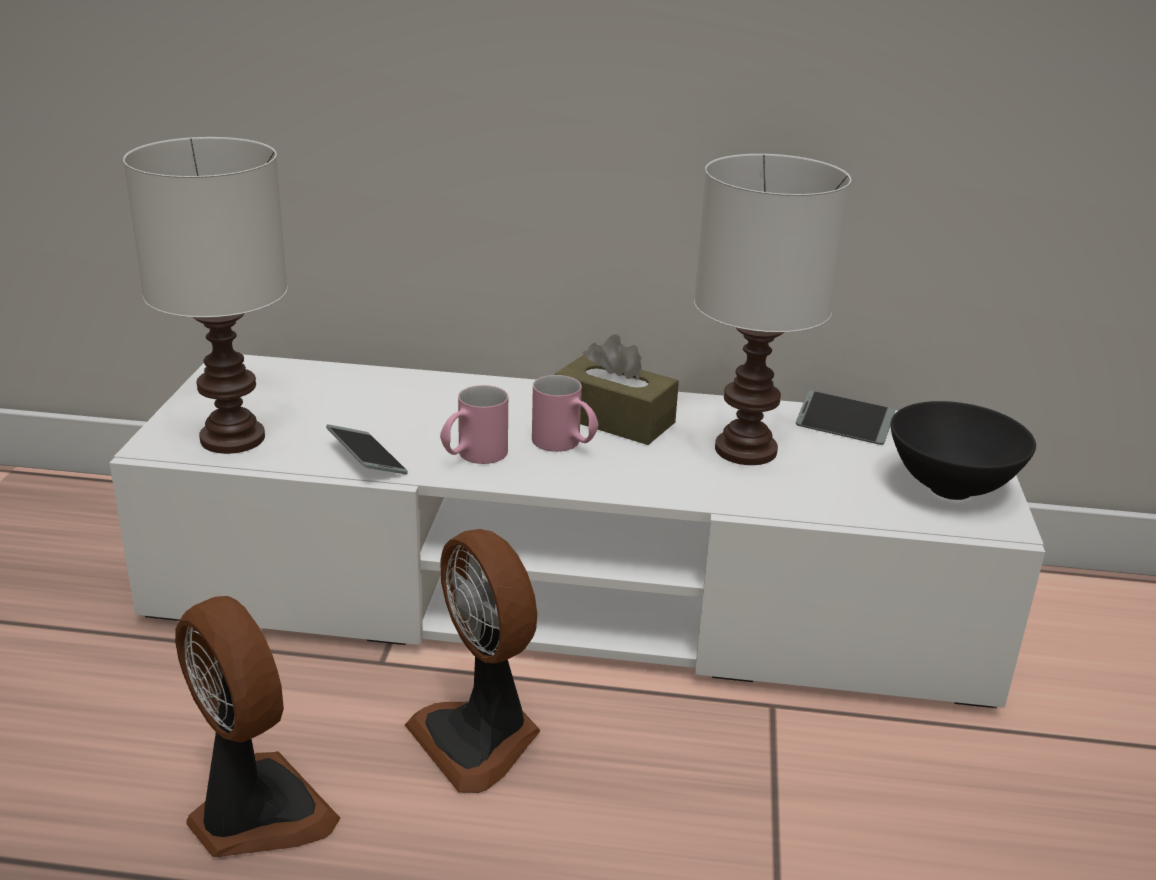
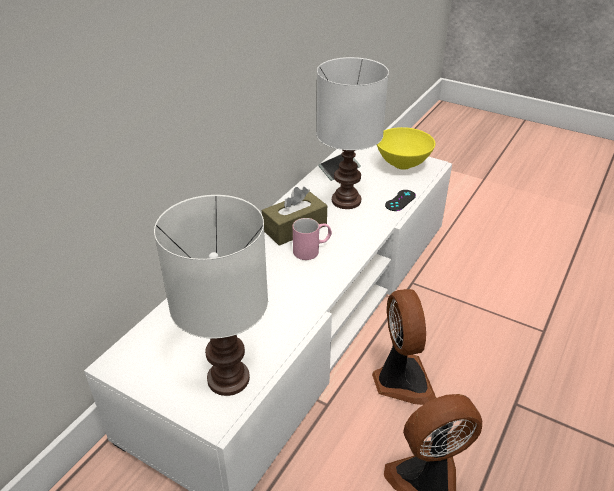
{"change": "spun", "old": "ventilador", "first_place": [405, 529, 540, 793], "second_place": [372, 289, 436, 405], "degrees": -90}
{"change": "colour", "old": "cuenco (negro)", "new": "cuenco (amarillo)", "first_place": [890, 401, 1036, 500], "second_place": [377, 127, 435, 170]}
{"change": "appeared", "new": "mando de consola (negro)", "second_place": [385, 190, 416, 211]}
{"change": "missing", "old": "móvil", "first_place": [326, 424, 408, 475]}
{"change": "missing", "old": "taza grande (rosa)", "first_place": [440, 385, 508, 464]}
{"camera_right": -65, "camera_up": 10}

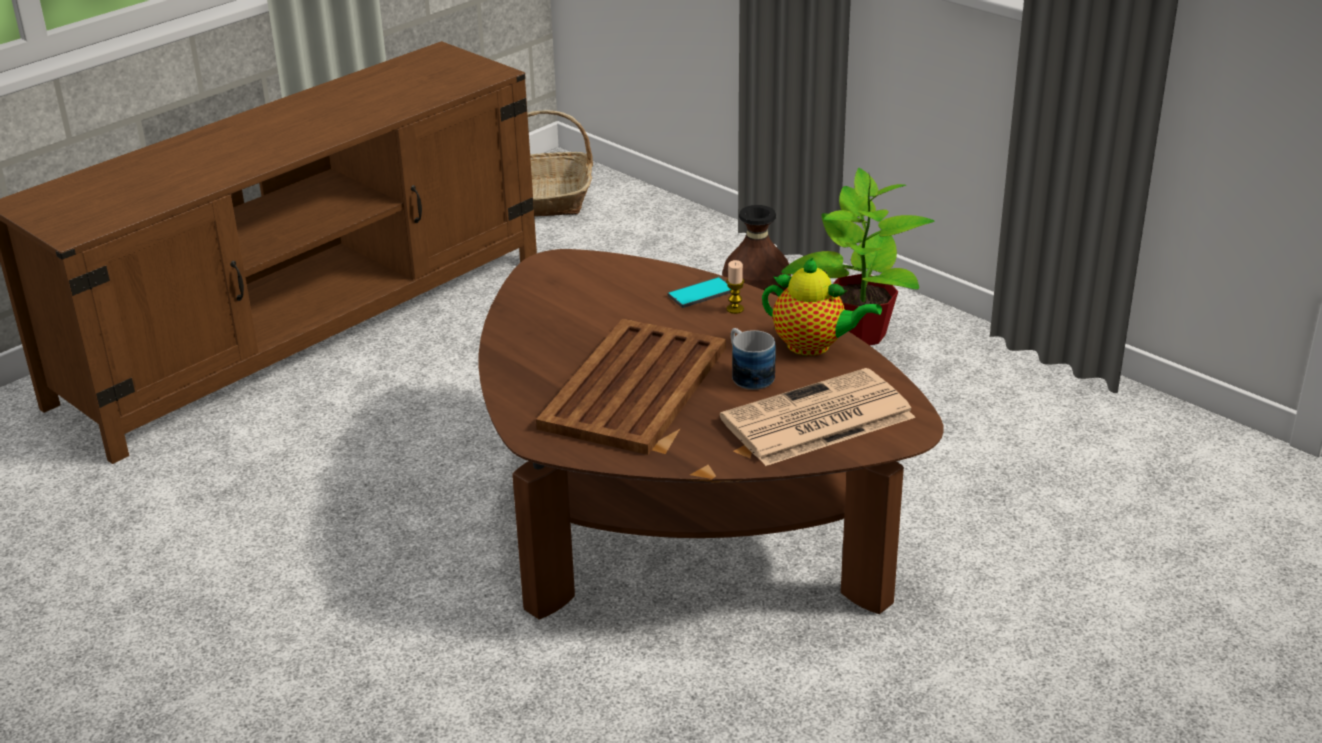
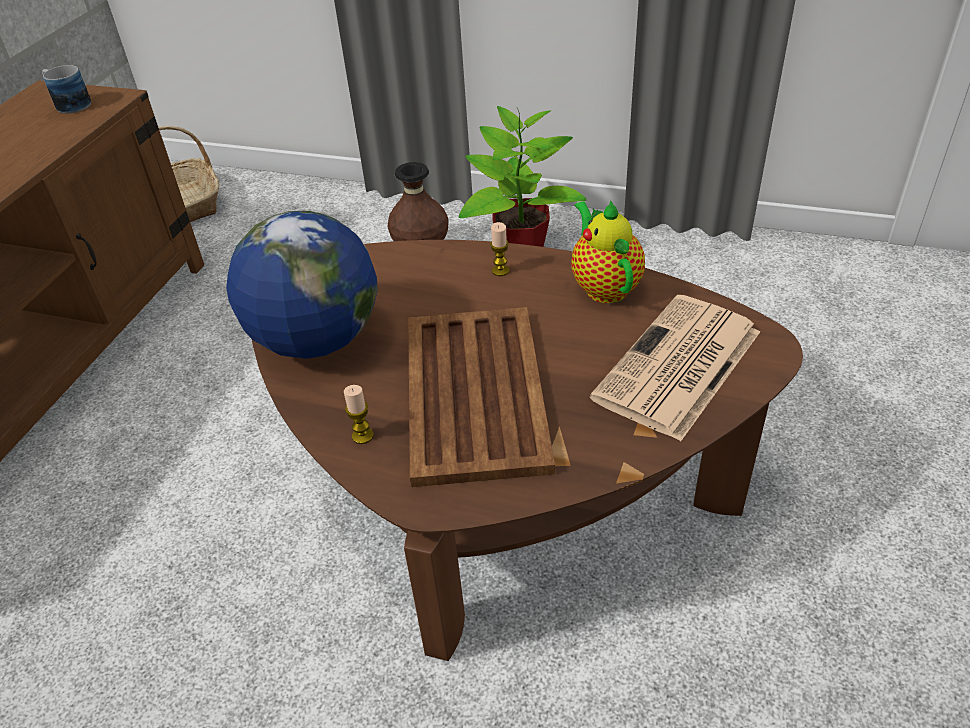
{"change": "relocated", "old": "taza grande", "first_place": [731, 328, 775, 390], "second_place": [42, 65, 91, 114]}
{"change": "appeared", "new": "globo terráqueo", "second_place": [226, 211, 377, 359]}
{"change": "appeared", "new": "vela", "second_place": [344, 385, 374, 444]}
{"change": "spun", "old": "tetera", "first_place": [762, 257, 882, 356], "second_place": [571, 200, 645, 303], "degrees": -105}
{"change": "missing", "old": "móvil", "first_place": [668, 277, 731, 308]}
{"camera_right": -25, "camera_up": 10}

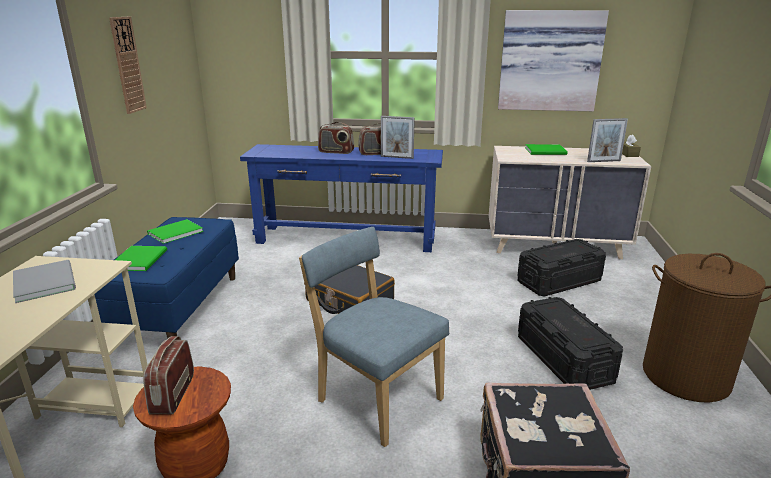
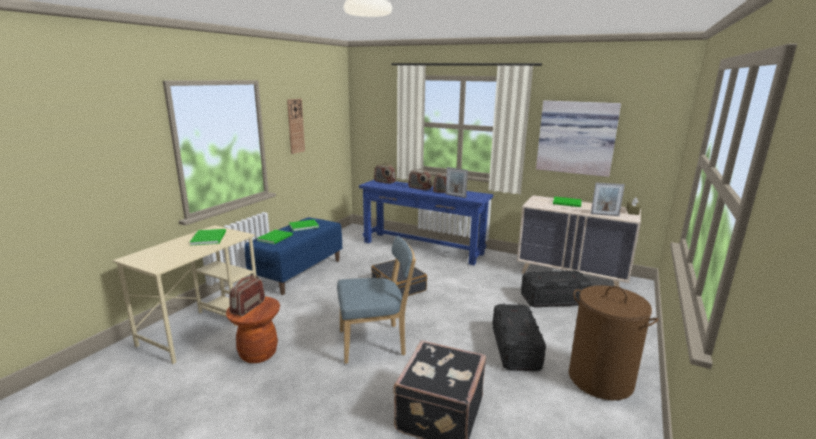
{"change": "colour", "old": "libro (gris)", "new": "libro (verde)", "first_place": [13, 260, 76, 303], "second_place": [190, 229, 226, 245]}
{"change": "spun", "old": "silla (azul)", "first_place": [299, 227, 449, 447], "second_place": [337, 236, 416, 364], "degrees": 105}
{"change": "appeared", "new": "radio", "second_place": [374, 163, 396, 184]}
{"camera_right": 20, "camera_up": -5}

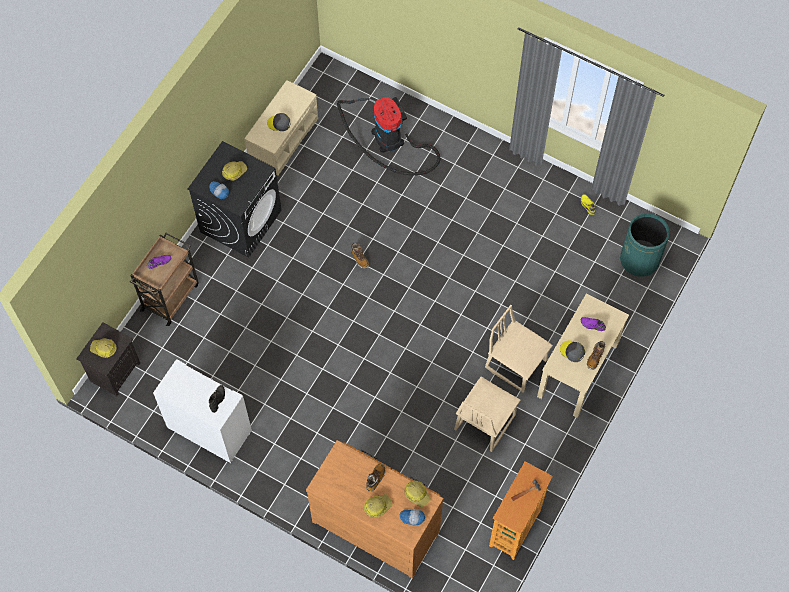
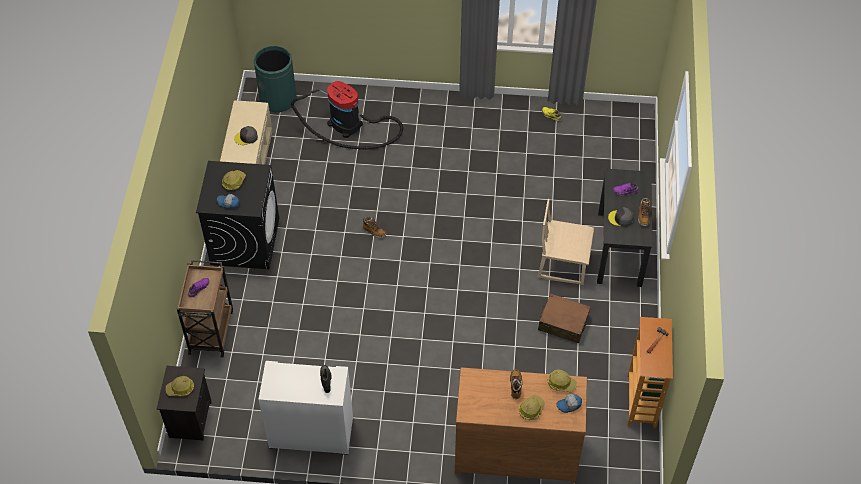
{"change": "relocated", "old": "papelera (verde)", "first_place": [620, 213, 670, 277], "second_place": [254, 46, 297, 112]}
{"change": "exchanged", "old": "silla (beis)", "new": "maleta (marrón)", "first_place": [454, 377, 520, 452], "second_place": [538, 293, 591, 343]}
{"change": "colour", "old": "escritorio (beis)", "new": "escritorio (negro)", "first_place": [537, 294, 629, 418], "second_place": [597, 169, 652, 287]}
{"camera_right": -25, "camera_up": -10}

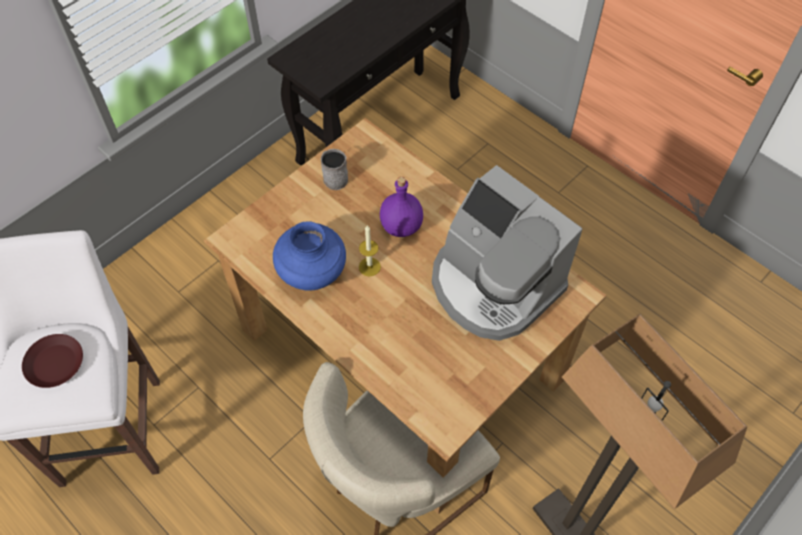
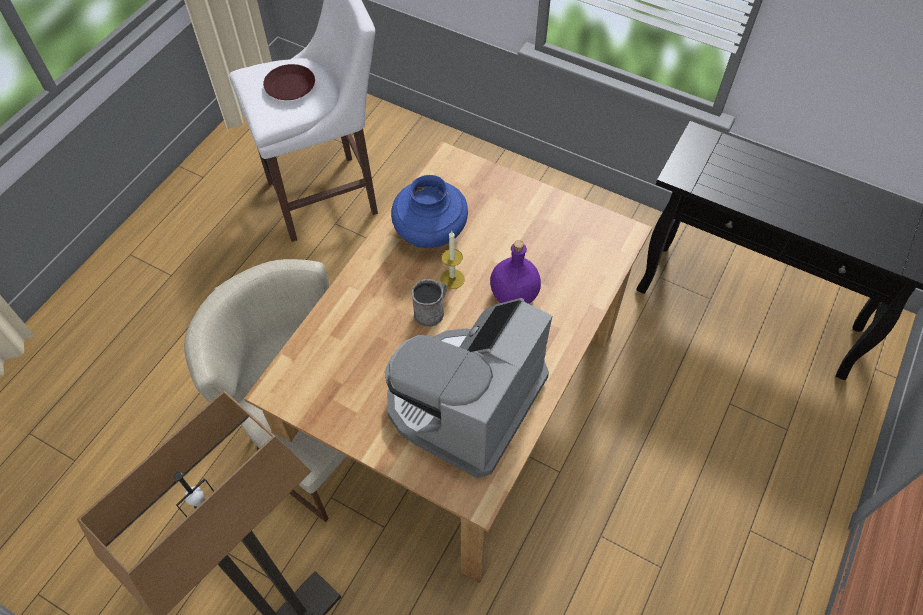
{"change": "relocated", "old": "taza grande (gris)", "first_place": [321, 149, 348, 190], "second_place": [412, 279, 447, 327]}
{"camera_right": 75, "camera_up": 0}

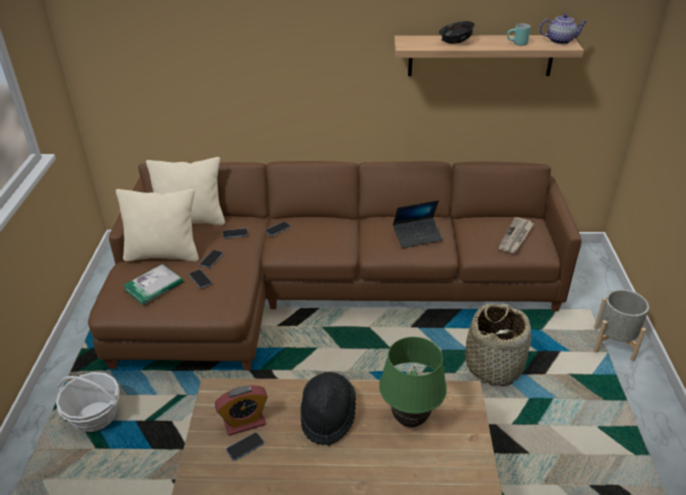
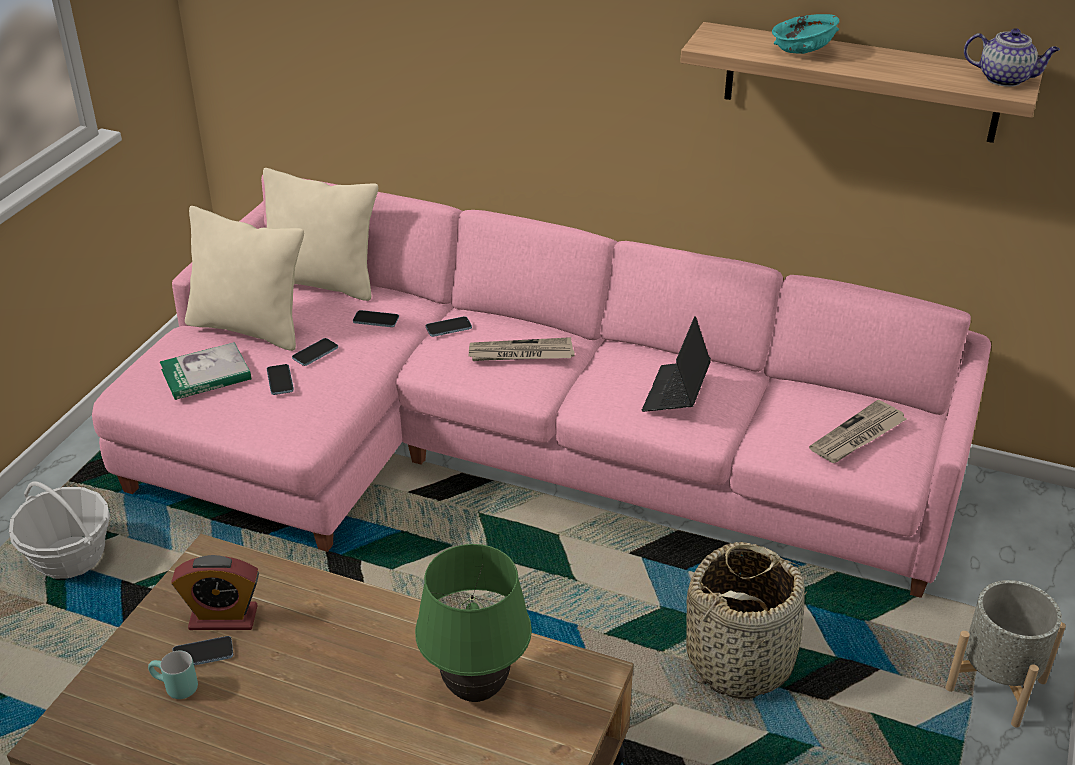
{"change": "colour", "old": "sofá (marrón)", "new": "sofá (rosa)", "first_place": [88, 161, 582, 370], "second_place": [92, 175, 991, 598]}
{"change": "relocated", "old": "taza grande (turquesa)", "first_place": [507, 24, 531, 46], "second_place": [148, 651, 198, 699]}
{"change": "appeared", "new": "periódico", "second_place": [468, 337, 575, 361]}
{"change": "spun", "old": "portátil", "first_place": [393, 200, 443, 248], "second_place": [642, 316, 711, 412], "degrees": 105}
{"change": "colour", "old": "cuenco (negro)", "new": "cuenco (turquesa)", "first_place": [439, 21, 475, 44], "second_place": [772, 14, 839, 54]}
{"change": "missing", "old": "sombrero (negro)", "first_place": [301, 372, 356, 446]}
{"camera_right": 20, "camera_up": 0}

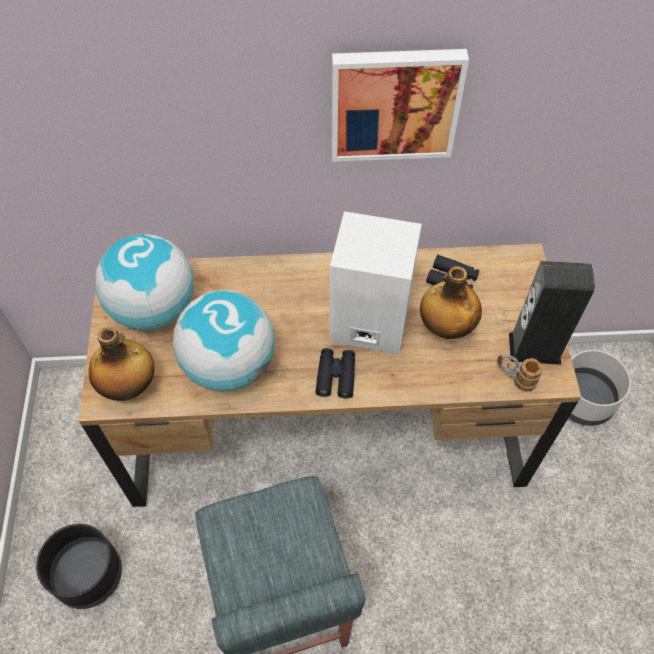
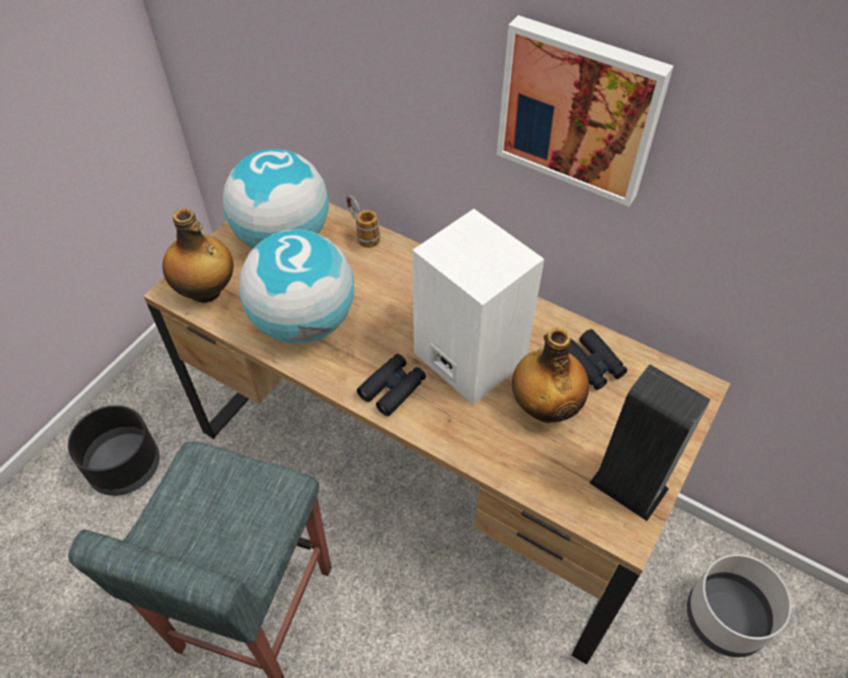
{"change": "relocated", "old": "taza grande", "first_place": [497, 355, 542, 392], "second_place": [346, 195, 380, 248]}
{"camera_right": 35, "camera_up": -5}

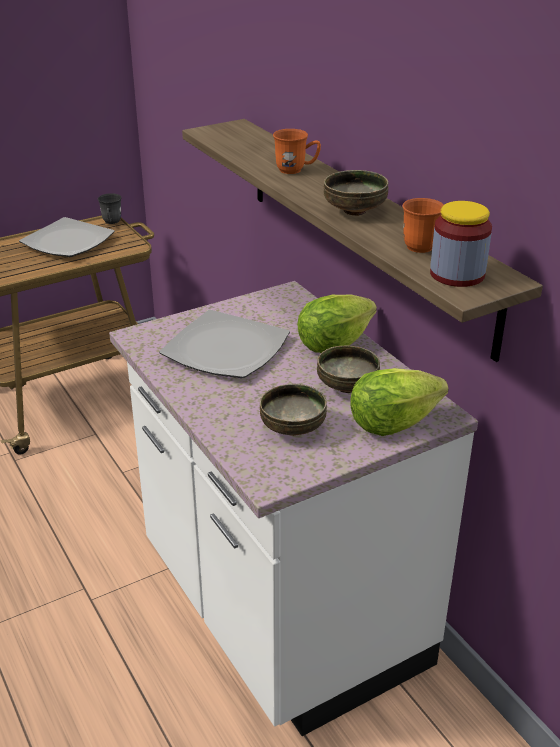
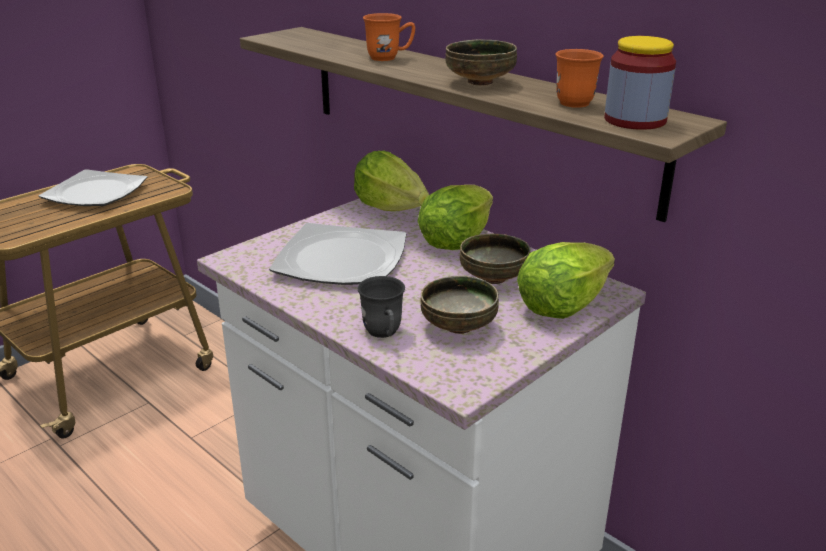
{"change": "appeared", "new": "lechuga", "second_place": [354, 151, 429, 211]}
{"change": "relocated", "old": "taza grande (gris)", "first_place": [98, 193, 122, 224], "second_place": [357, 276, 405, 338]}
{"camera_right": -15, "camera_up": -5}

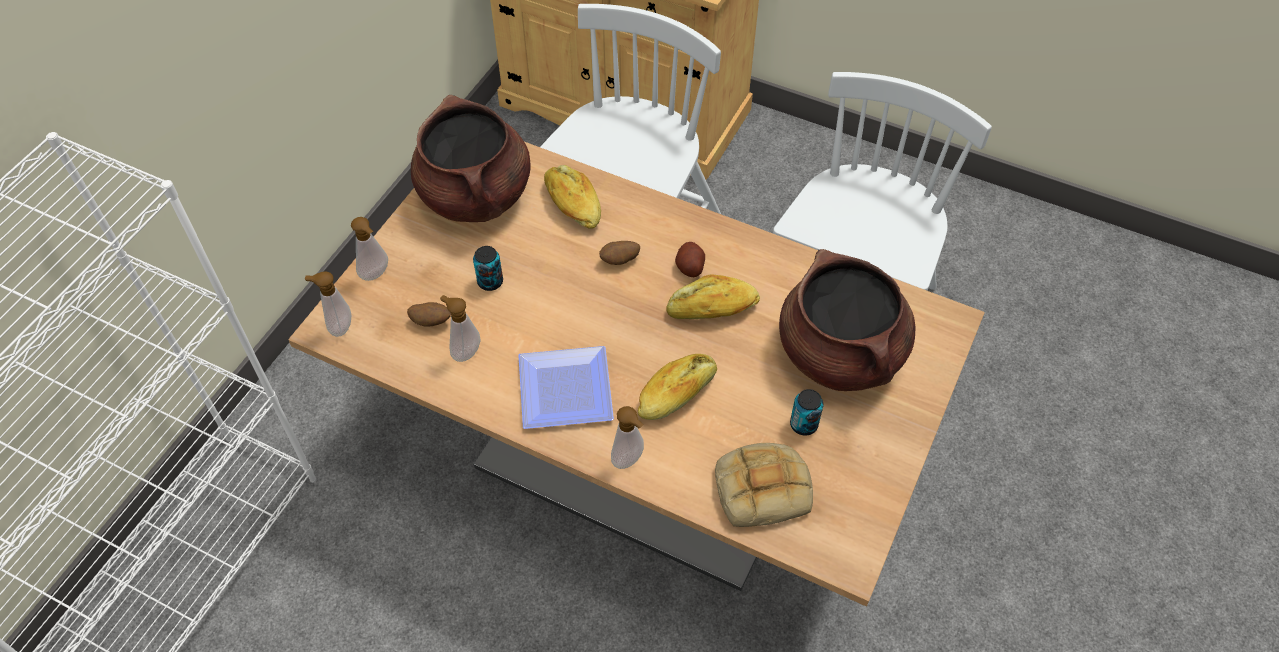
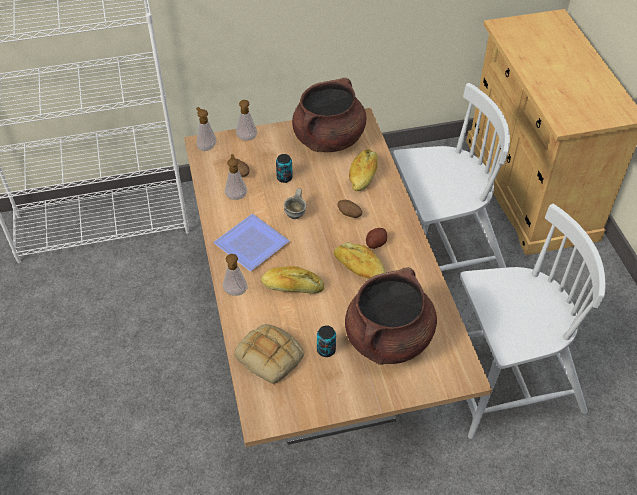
{"change": "appeared", "new": "taza grande (gris)", "second_place": [284, 188, 307, 219]}
{"camera_right": 50, "camera_up": -5}

